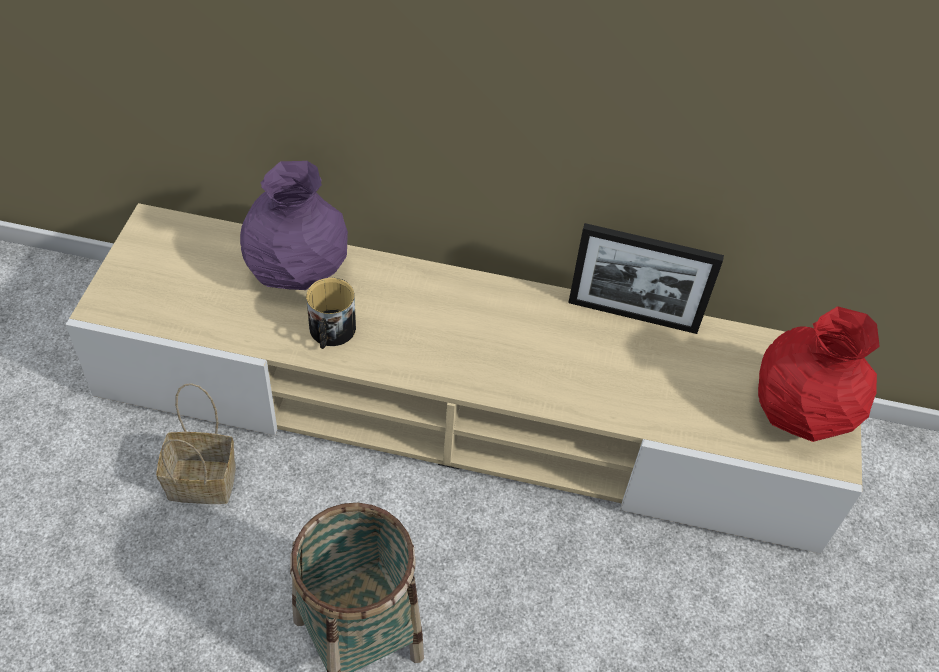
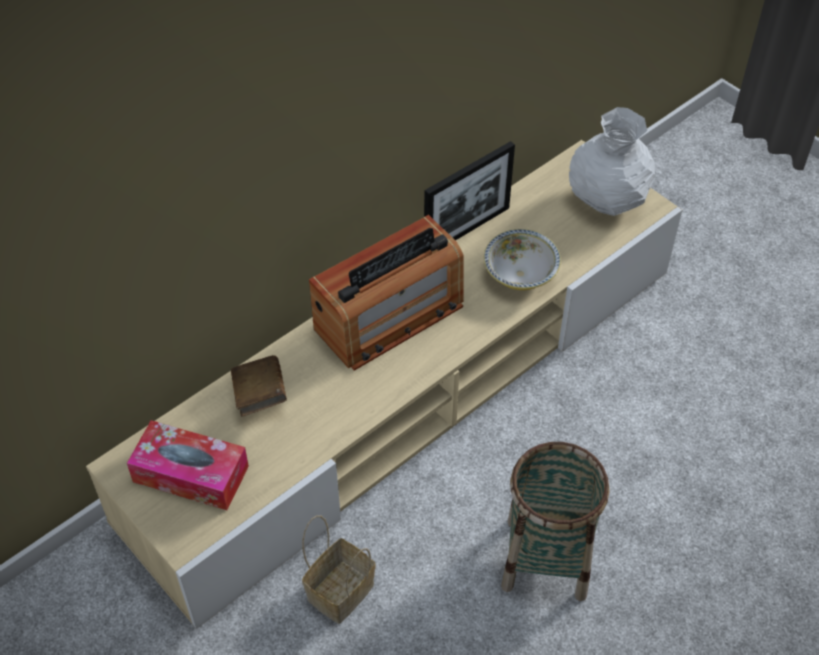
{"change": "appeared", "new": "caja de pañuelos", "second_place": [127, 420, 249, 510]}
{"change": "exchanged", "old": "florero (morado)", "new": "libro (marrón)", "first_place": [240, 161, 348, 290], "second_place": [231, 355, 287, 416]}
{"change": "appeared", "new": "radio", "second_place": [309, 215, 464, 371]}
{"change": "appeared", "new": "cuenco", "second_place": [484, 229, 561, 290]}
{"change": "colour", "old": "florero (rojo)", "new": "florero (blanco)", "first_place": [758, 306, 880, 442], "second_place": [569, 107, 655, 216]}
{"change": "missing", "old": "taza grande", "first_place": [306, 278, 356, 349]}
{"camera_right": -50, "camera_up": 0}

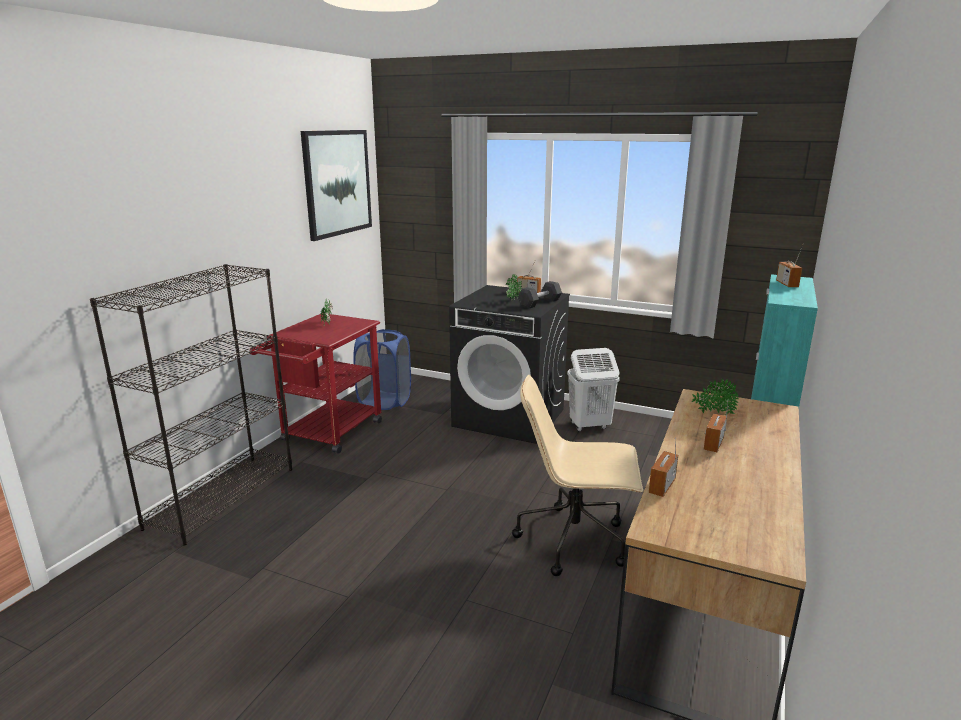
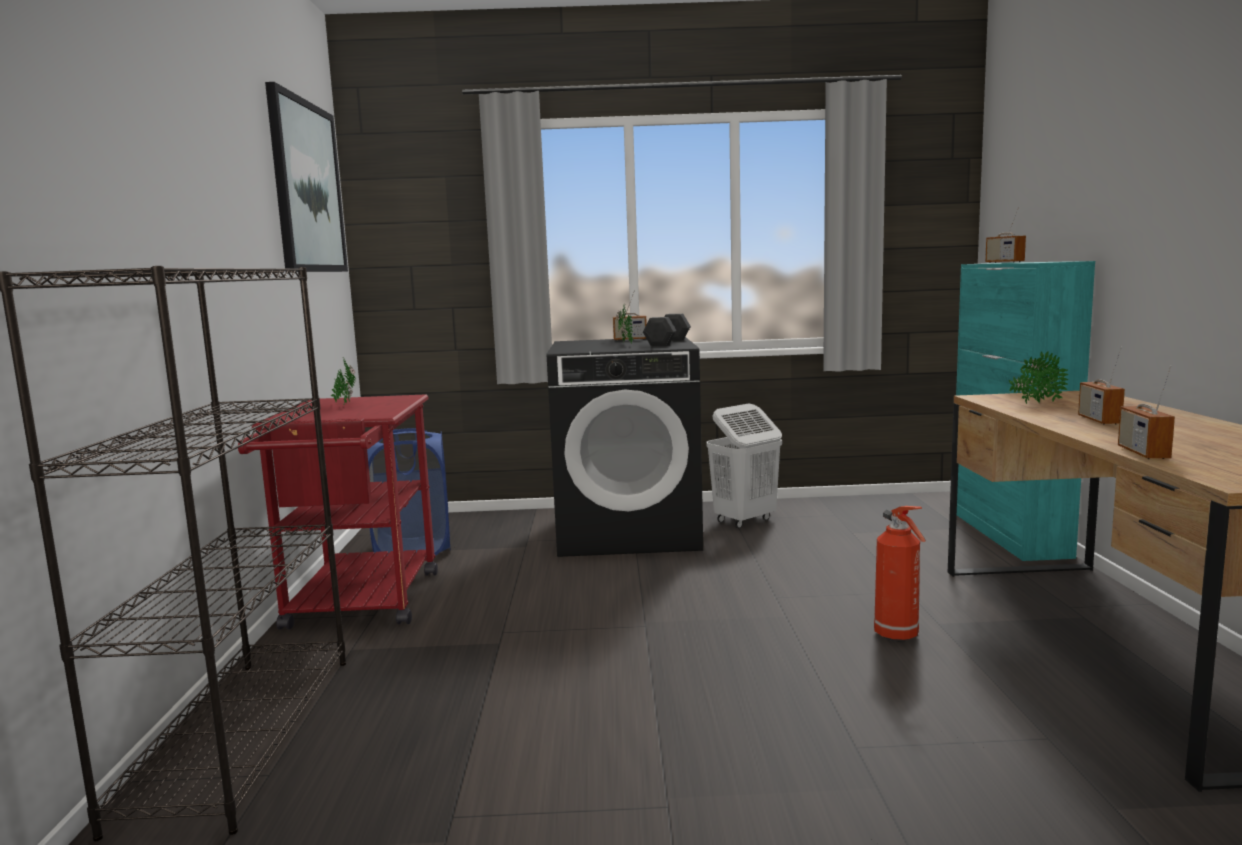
{"change": "exchanged", "old": "silla de oficina (beis)", "new": "extintor", "first_place": [512, 375, 643, 576], "second_place": [874, 506, 926, 642]}
{"camera_right": -25, "camera_up": -10}

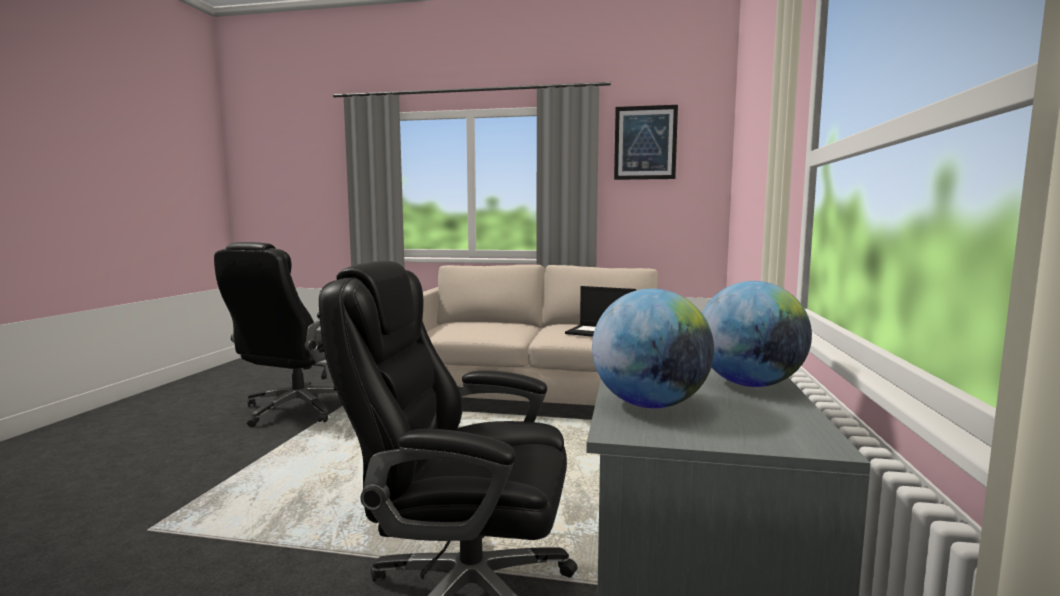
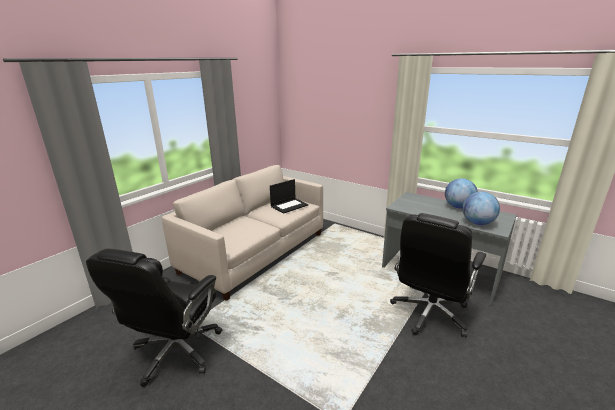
{"change": "spun", "old": "silla de oficina (negro)", "first_place": [214, 242, 337, 427], "second_place": [86, 248, 222, 387], "degrees": 60}
{"change": "missing", "old": "cuadro", "first_place": [614, 105, 678, 180]}
{"camera_right": -65, "camera_up": 15}

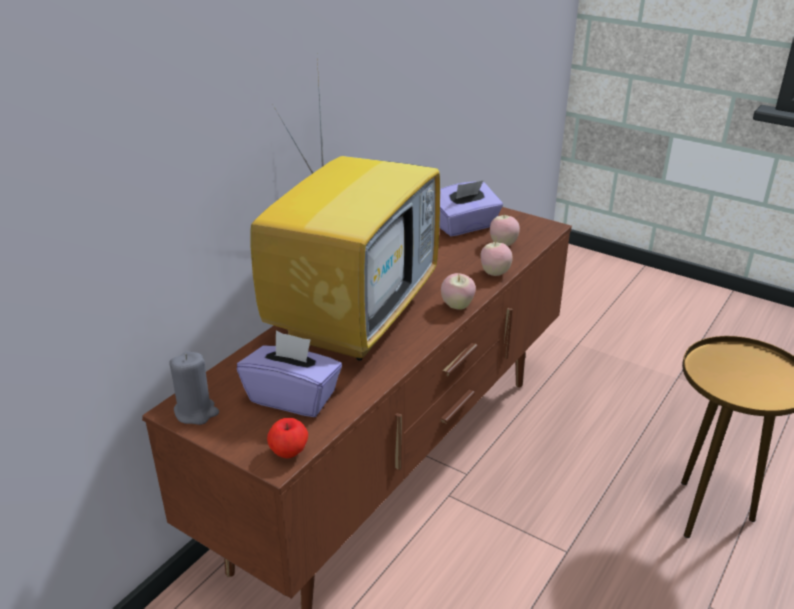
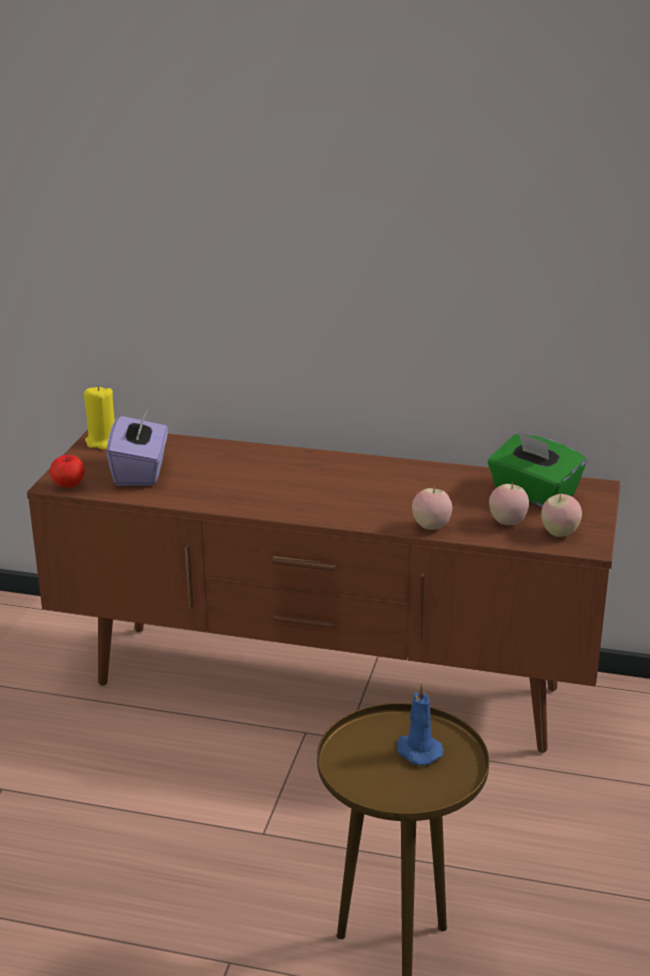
{"change": "colour", "old": "vela (gris)", "new": "vela (amarillo)", "first_place": [169, 351, 219, 425], "second_place": [84, 385, 115, 450]}
{"change": "appeared", "new": "vela (azul)", "second_place": [397, 683, 444, 765]}
{"change": "colour", "old": "caja de pañuelos (morado)", "new": "caja de pañuelos (verde)", "first_place": [439, 180, 503, 236], "second_place": [488, 431, 586, 507]}
{"change": "relocated", "old": "manzana", "first_place": [441, 273, 476, 310], "second_place": [541, 494, 582, 537]}
{"change": "missing", "old": "televisor", "first_place": [250, 60, 440, 361]}
{"camera_right": 70, "camera_up": -5}

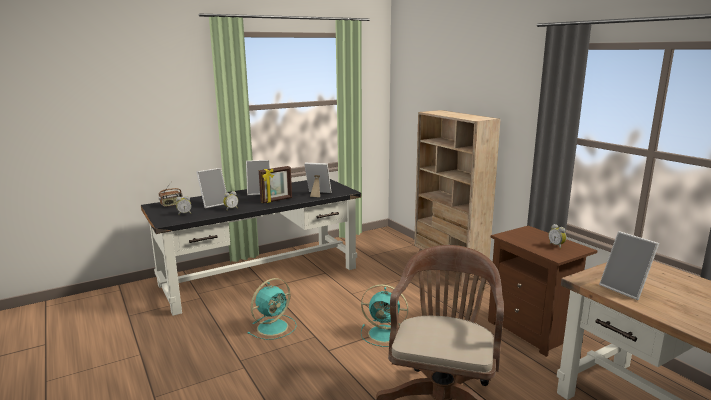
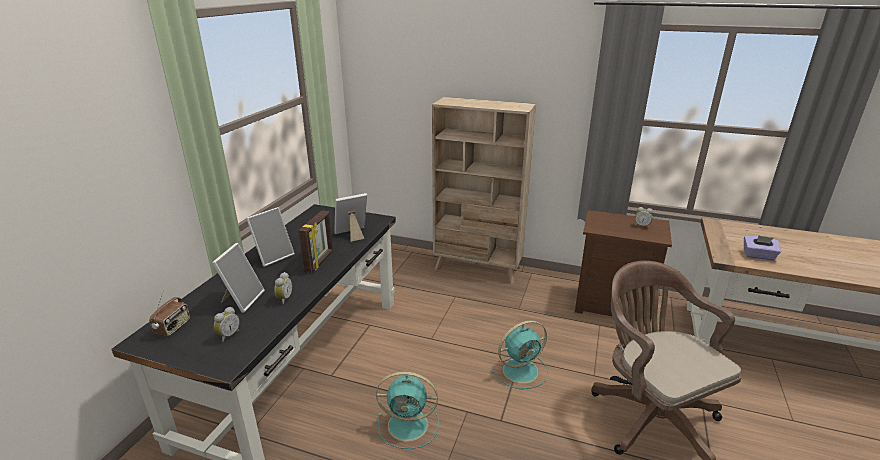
{"change": "spun", "old": "ventilador (turquesa)", "first_place": [247, 278, 297, 340], "second_place": [376, 372, 439, 449], "degrees": 90}
{"change": "exchanged", "old": "portarretratos", "new": "caja de pañuelos (morado)", "first_place": [599, 231, 659, 300], "second_place": [744, 235, 781, 260]}
{"camera_right": -40, "camera_up": 10}

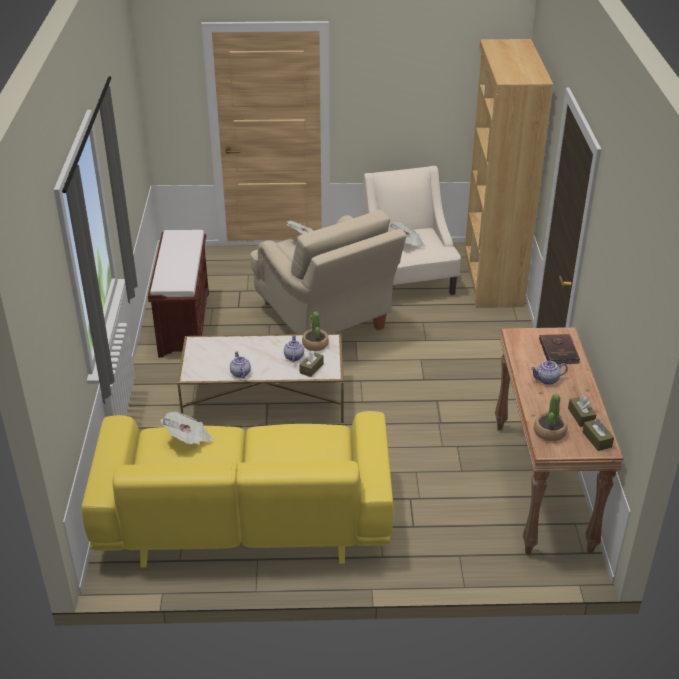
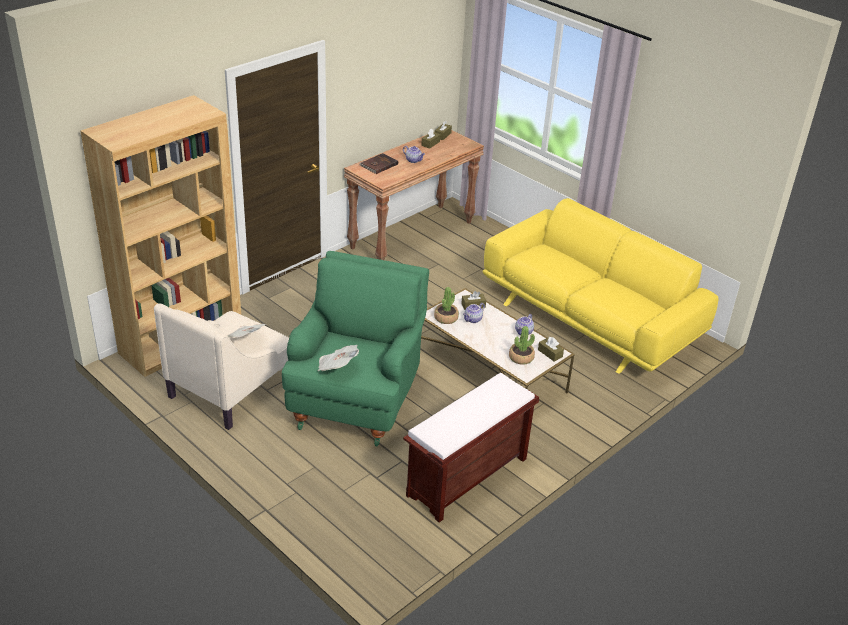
{"change": "colour", "old": "sillón (beis)", "new": "sillón (verde)", "first_place": [250, 210, 406, 334], "second_place": [282, 251, 429, 447]}
{"change": "relocated", "old": "planta en maceta", "first_place": [534, 394, 567, 441], "second_place": [509, 326, 535, 365]}
{"change": "appeared", "new": "caja de pañuelos (marrón)", "second_place": [538, 337, 564, 362]}
{"change": "missing", "old": "periódico", "first_place": [160, 412, 214, 444]}
{"camera_right": -135, "camera_up": 0}

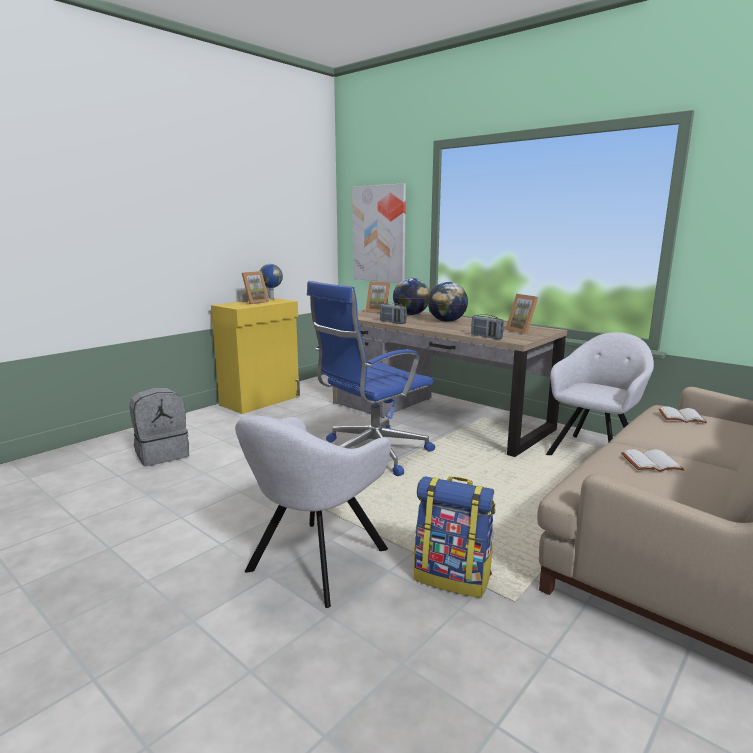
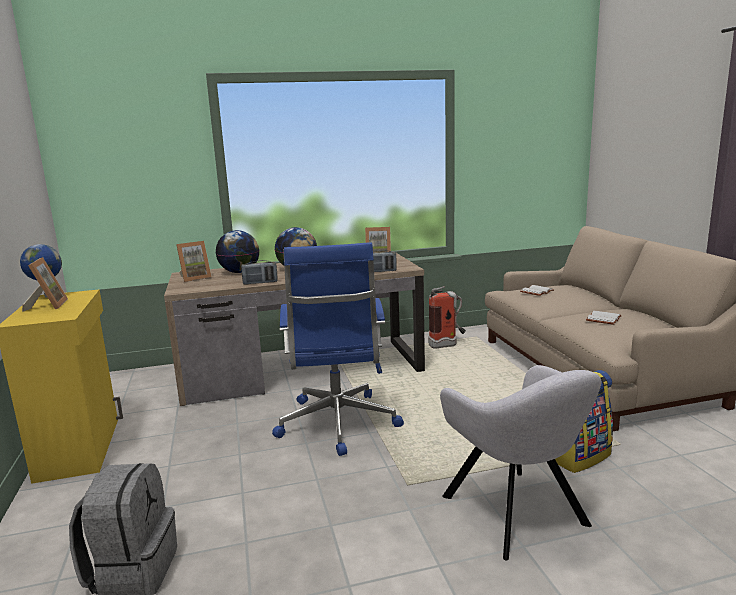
{"change": "exchanged", "old": "sillón (gris)", "new": "extintor", "first_place": [546, 332, 654, 455], "second_place": [428, 286, 466, 349]}
{"change": "missing", "old": "cuadro", "first_place": [352, 183, 406, 283]}
{"camera_right": -55, "camera_up": 0}

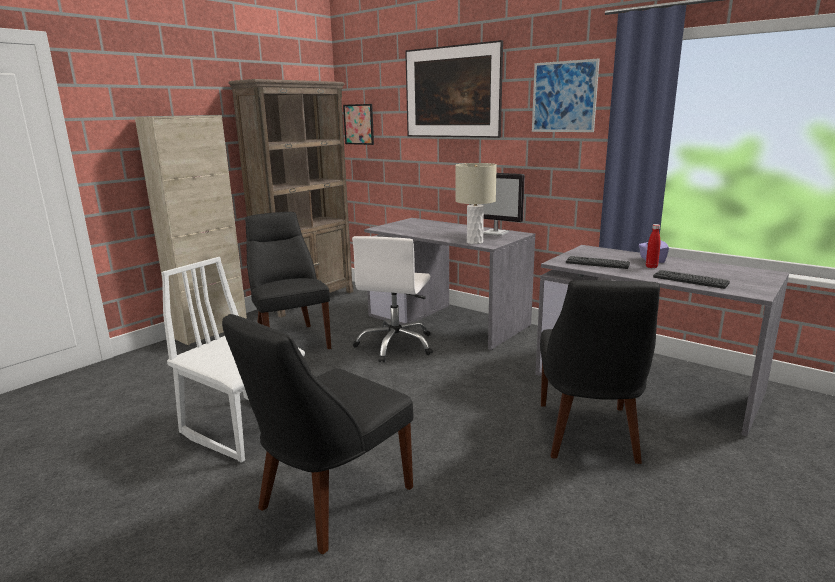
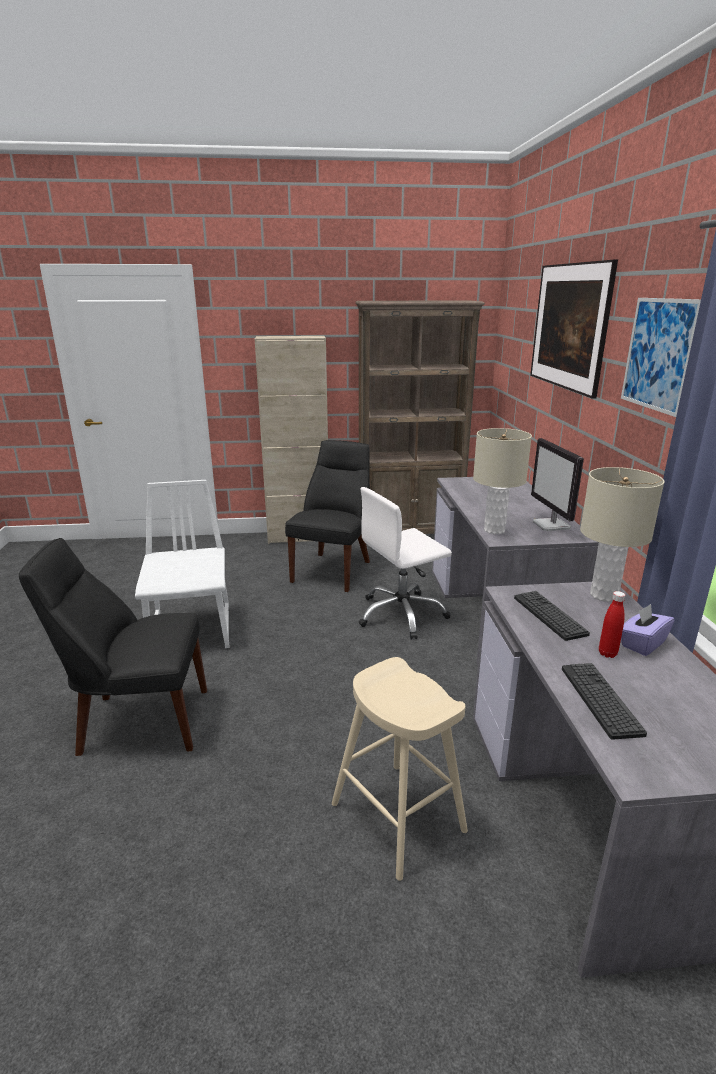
{"change": "exchanged", "old": "silla (negro)", "new": "taburete (beis)", "first_place": [540, 280, 660, 464], "second_place": [332, 657, 468, 881]}
{"change": "appeared", "new": "lámpara de mesa (beis)", "second_place": [580, 467, 665, 602]}
{"change": "missing", "old": "cuadro", "first_place": [343, 104, 374, 145]}
{"camera_right": 45, "camera_up": 5}

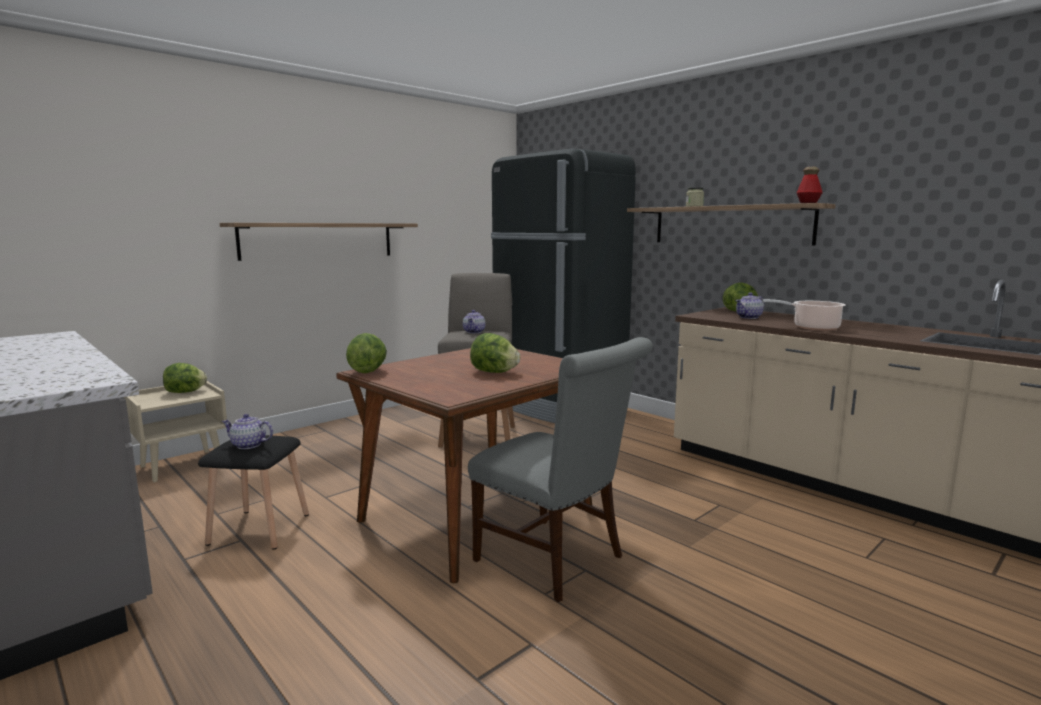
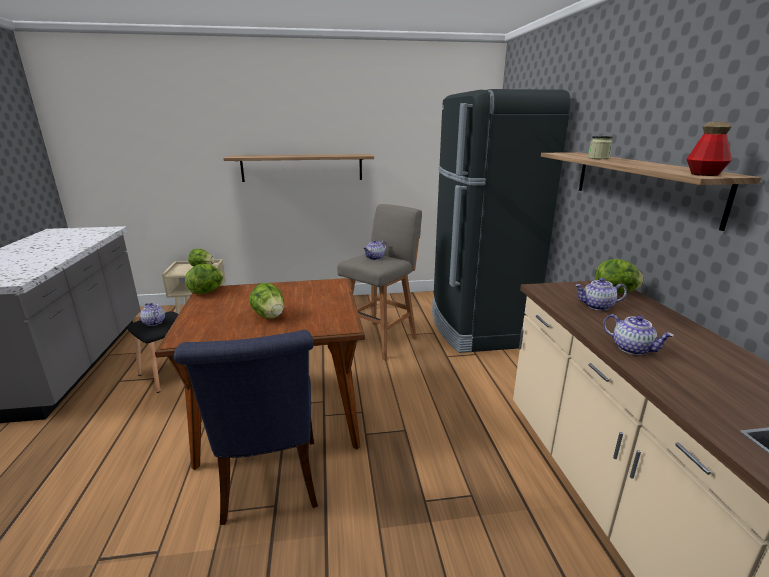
{"change": "colour", "old": "silla (gris)", "new": "silla (azul)", "first_place": [468, 337, 653, 602], "second_place": [174, 330, 318, 525]}
{"change": "exchanged", "old": "olla", "new": "tetera", "first_place": [763, 299, 845, 330], "second_place": [603, 314, 674, 355]}
{"camera_right": 35, "camera_up": 10}

